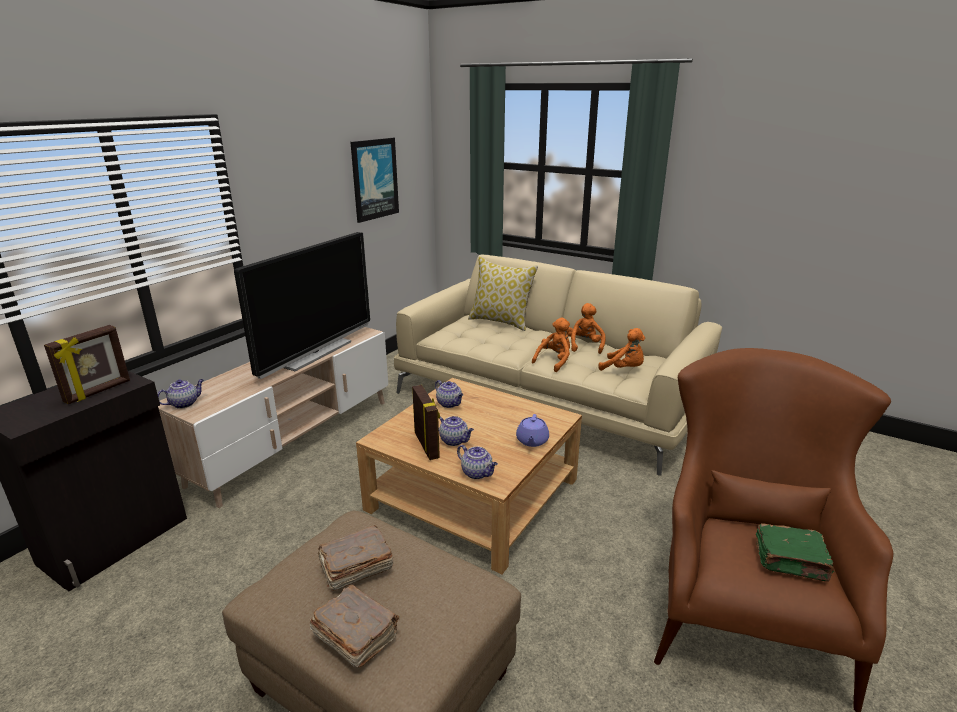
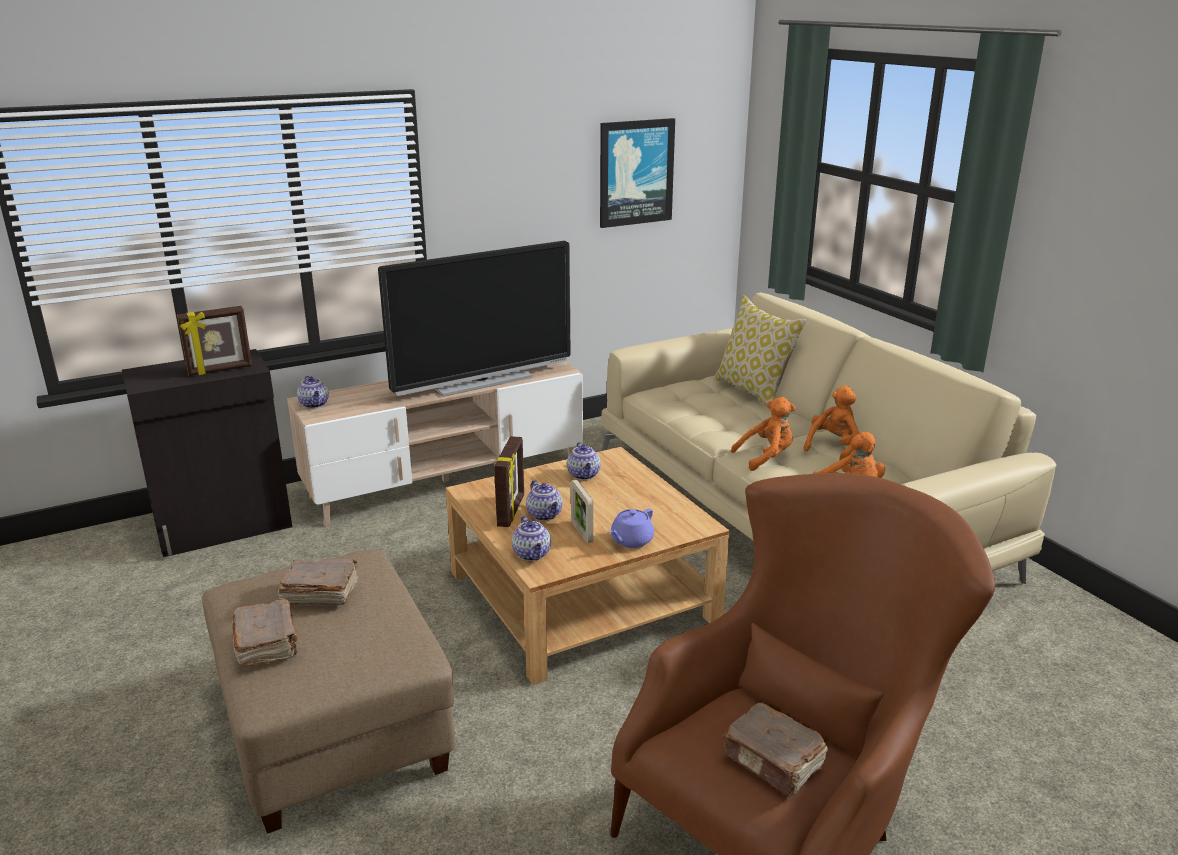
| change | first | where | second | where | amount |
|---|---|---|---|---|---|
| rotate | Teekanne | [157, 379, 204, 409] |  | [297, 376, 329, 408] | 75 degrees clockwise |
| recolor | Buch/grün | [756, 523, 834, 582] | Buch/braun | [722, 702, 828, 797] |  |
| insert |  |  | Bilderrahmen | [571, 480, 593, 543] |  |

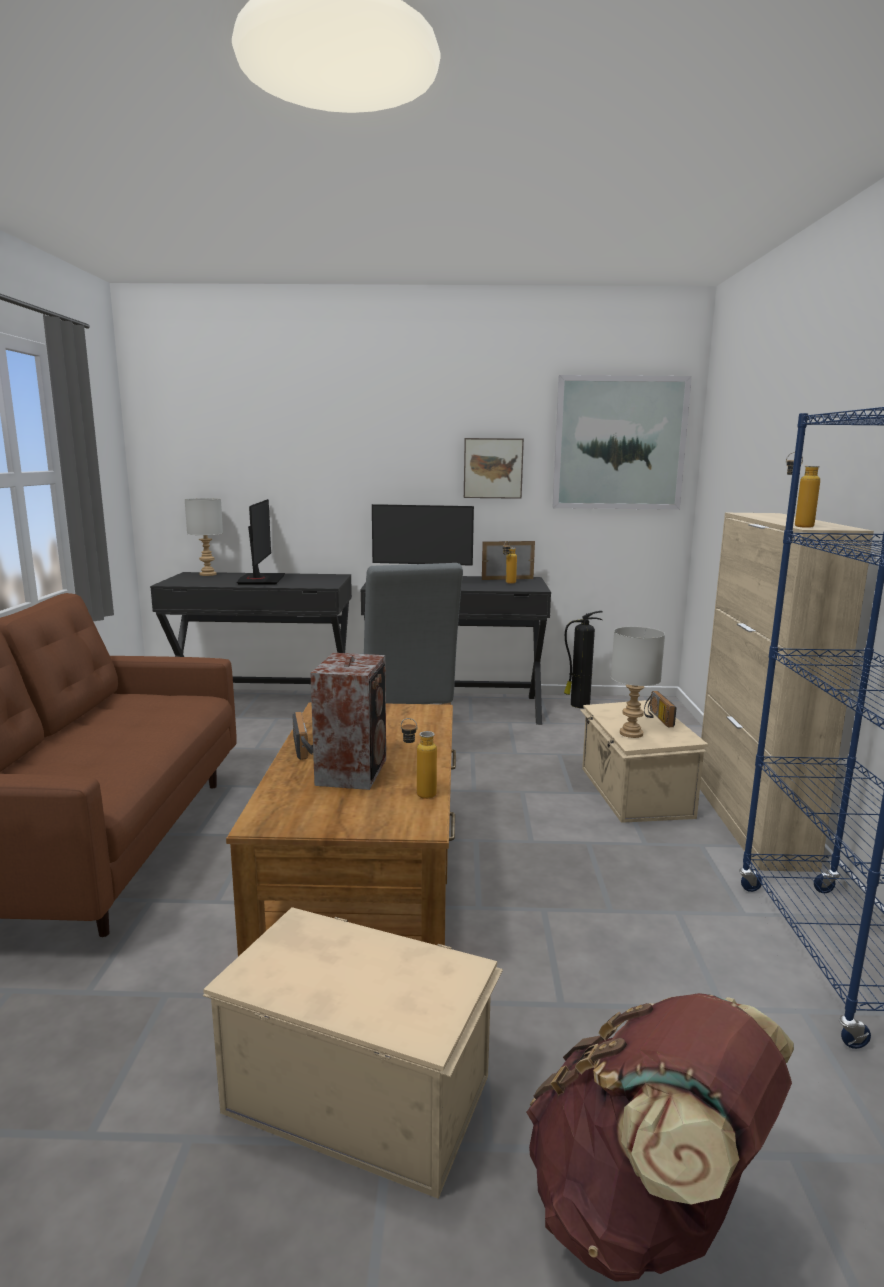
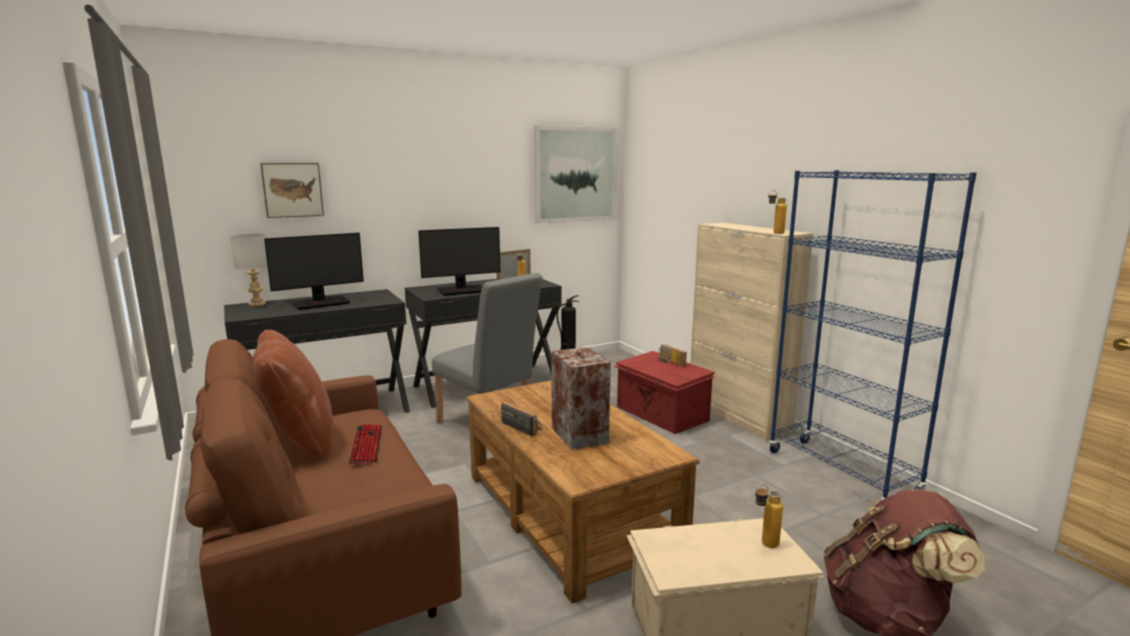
| change | first | where | second | where | amount |
|---|---|---|---|---|---|
| rotate | Monitor | [237, 499, 285, 584] |  | [264, 233, 364, 310] | 90 degrees clockwise |
| move | Flasche | [401, 718, 437, 799] |  | [755, 484, 783, 548] |  |
| move | Bild | [464, 438, 524, 499] |  | [260, 163, 324, 218] |  |
| recolor | Aufbewahrungsbox/beige | [580, 700, 708, 823] | Aufbewahrungsbox/rot | [614, 351, 715, 434] |  |
| delete | Tischlampe/grau | [611, 626, 665, 738] |  |  |  |
| insert |  |  | Kissen/braun | [252, 330, 333, 459] |  |
| insert |  |  | Tastatur | [349, 424, 382, 464] |  |

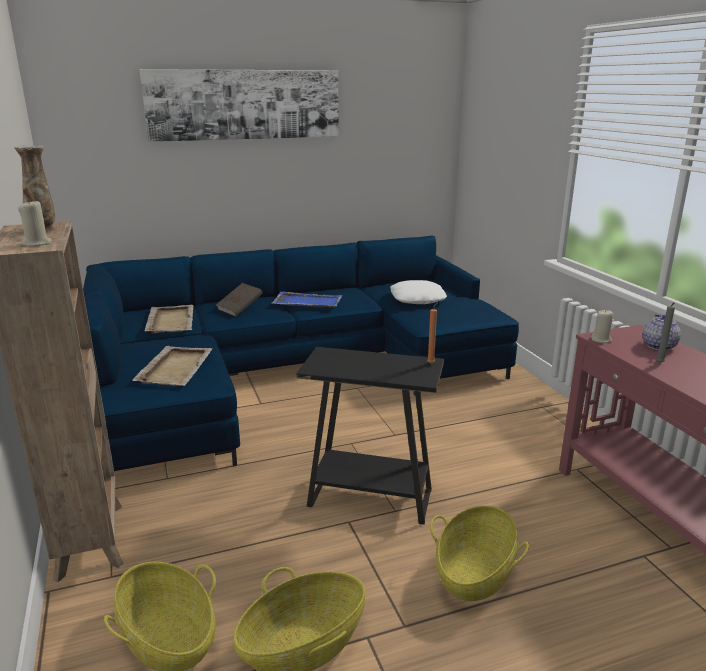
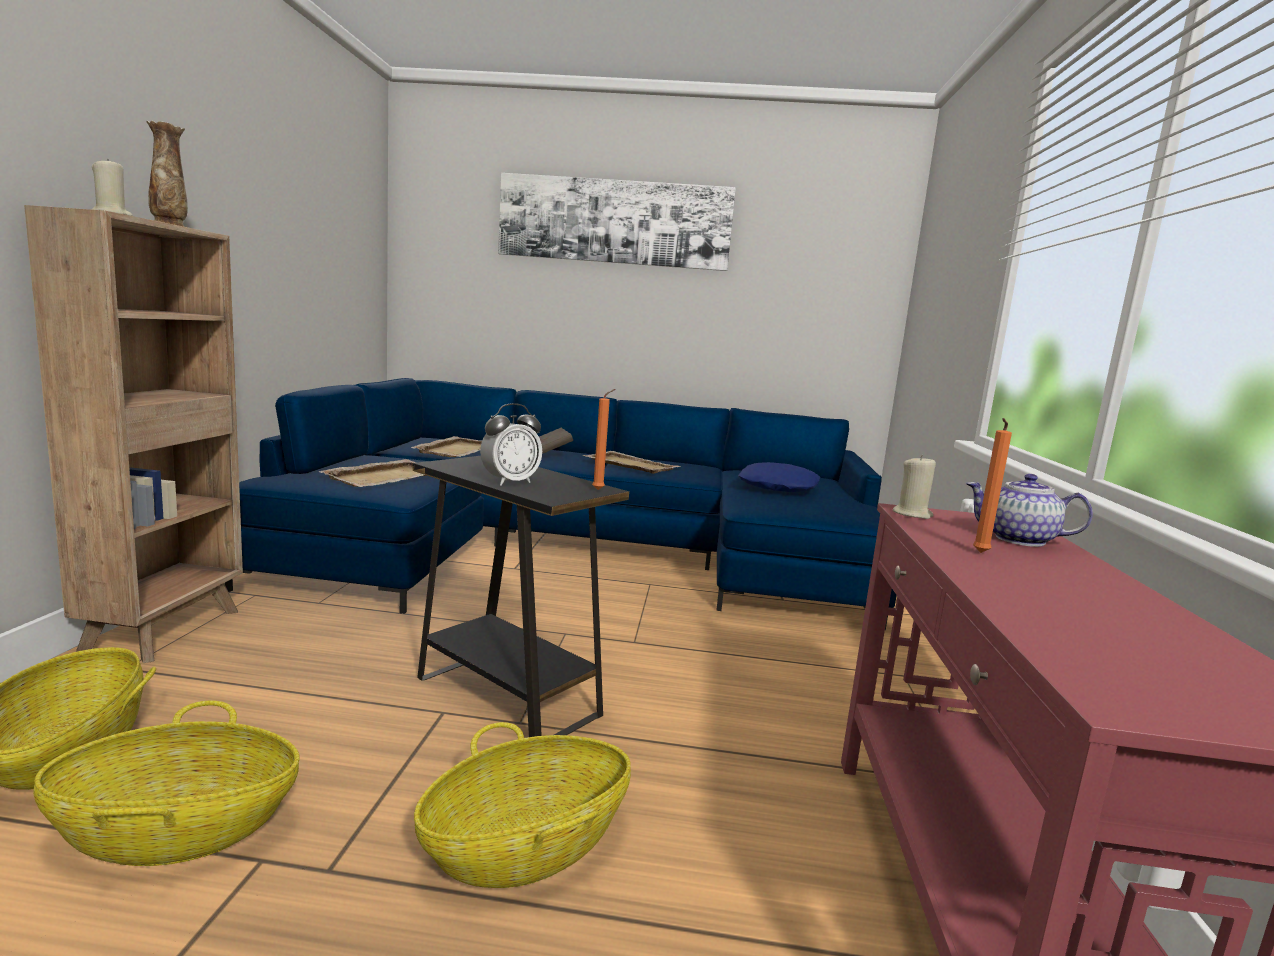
| change | first | where | second | where | amount |
|---|---|---|---|---|---|
| recolor | Tablett/blau | [272, 291, 343, 308] | Tablett/beige | [582, 451, 681, 474] |  |
| recolor | Kissen/weiß | [390, 280, 447, 304] | Kissen/blau | [738, 462, 820, 492] |  |
| rotate | Teekanne | [642, 314, 681, 351] |  | [966, 474, 1093, 547] | 105 degrees counterclockwise |
| recolor | Kerze/grau | [656, 302, 675, 363] | Kerze/orange | [973, 418, 1012, 553] |  |
| insert |  |  | Wecker | [480, 403, 542, 486] |  |

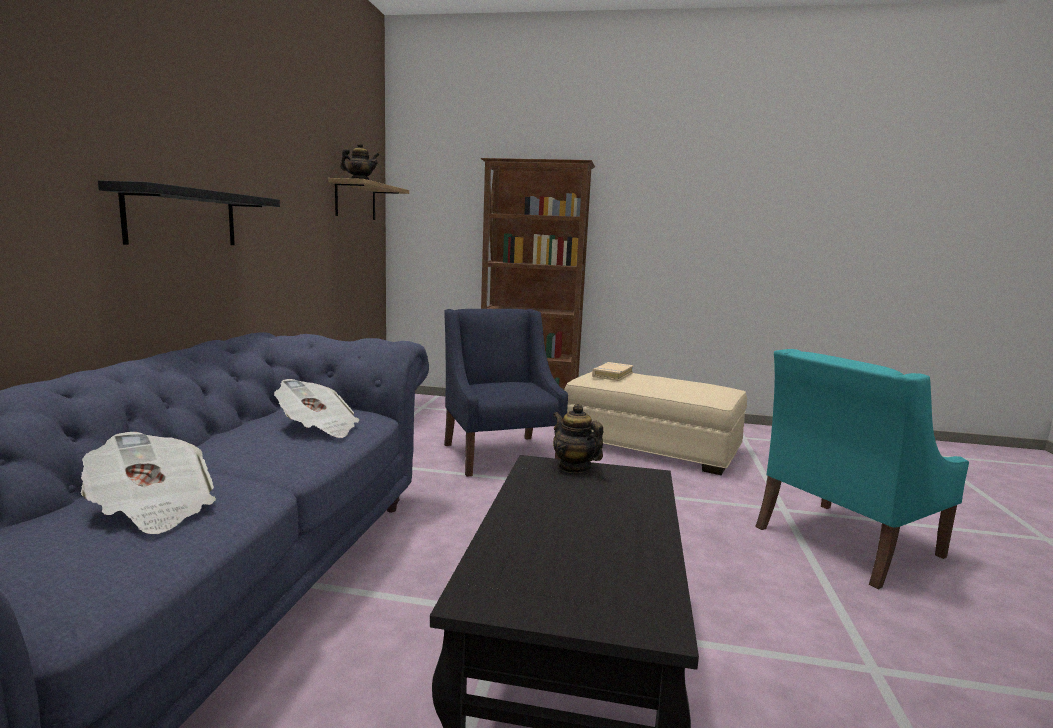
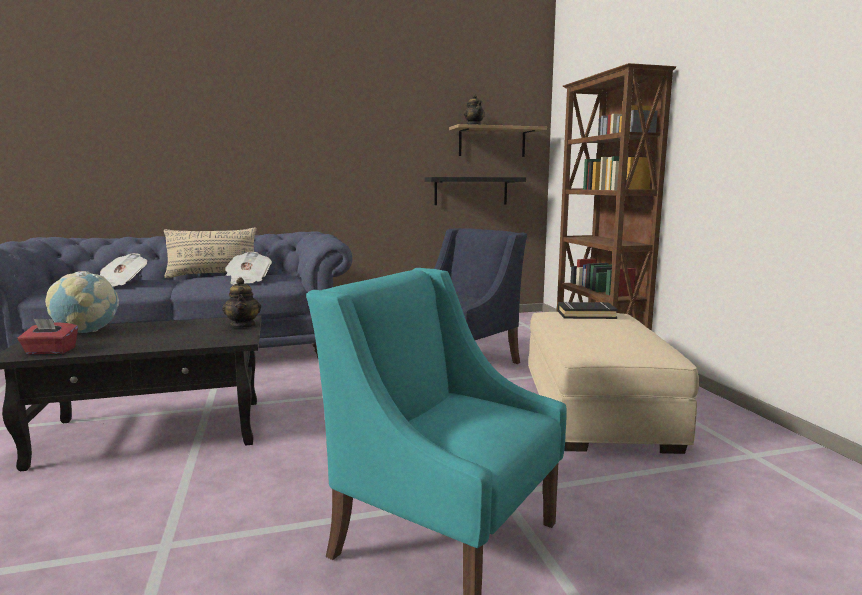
| change | first | where | second | where | amount |
|---|---|---|---|---|---|
| move | Wandregal/schwarz | [98, 180, 280, 245] |  | [425, 177, 526, 205] |  |
| rotate | Teekanne | [553, 403, 603, 473] |  | [222, 277, 261, 328] | 135 degrees clockwise |
| recolor | Buch/beige | [592, 362, 633, 381] | Buch/schwarz | [558, 301, 618, 319] |  |
| insert |  |  | Taschentuchbox/rot | [18, 319, 78, 354] |  |
| insert |  |  | Globus | [45, 271, 119, 333] |  |
| insert |  |  | Kissen/beige | [164, 228, 257, 278] |  |

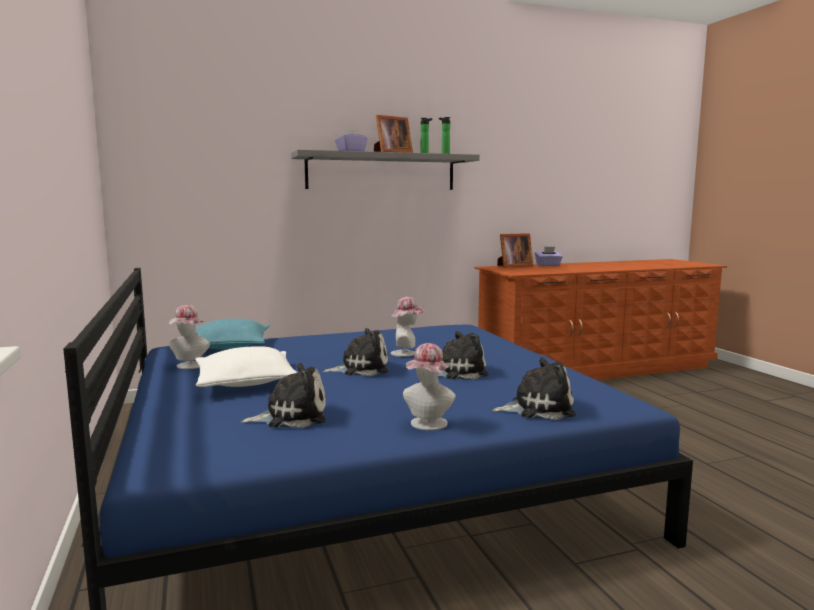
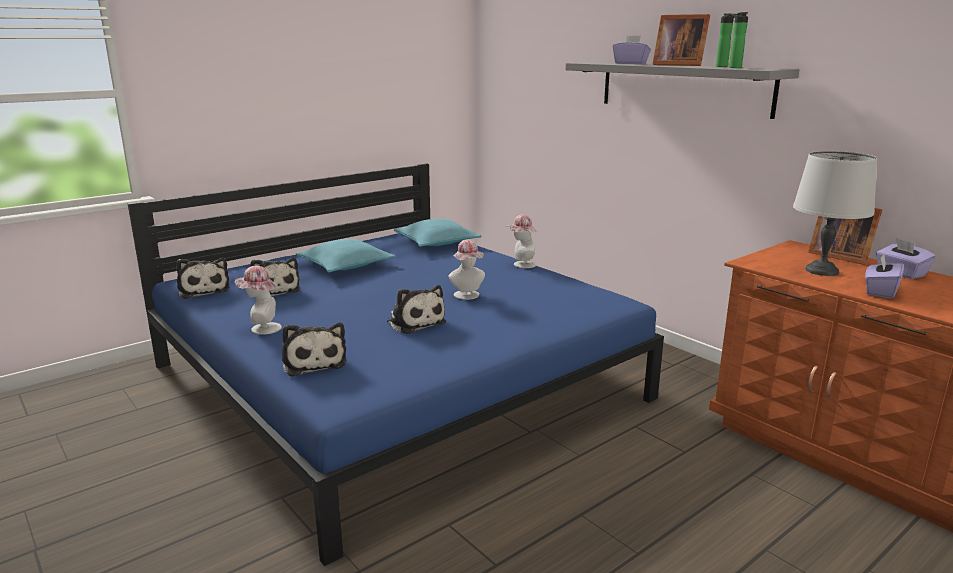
| change | first | where | second | where | amount |
|---|---|---|---|---|---|
| move | Hut | [169, 305, 210, 369] |  | [507, 215, 537, 268] |  |
| recolor | Kissen/weiß | [195, 346, 297, 387] | Kissen/türkis | [296, 239, 396, 272] |  |
| move | Plüschtier | [322, 328, 388, 376] |  | [176, 258, 230, 299] |  |
| insert |  |  | Tischlampe/grau | [793, 151, 877, 276] |  |
| insert |  |  | Taschentuchbox/lila | [865, 253, 904, 299] |  |

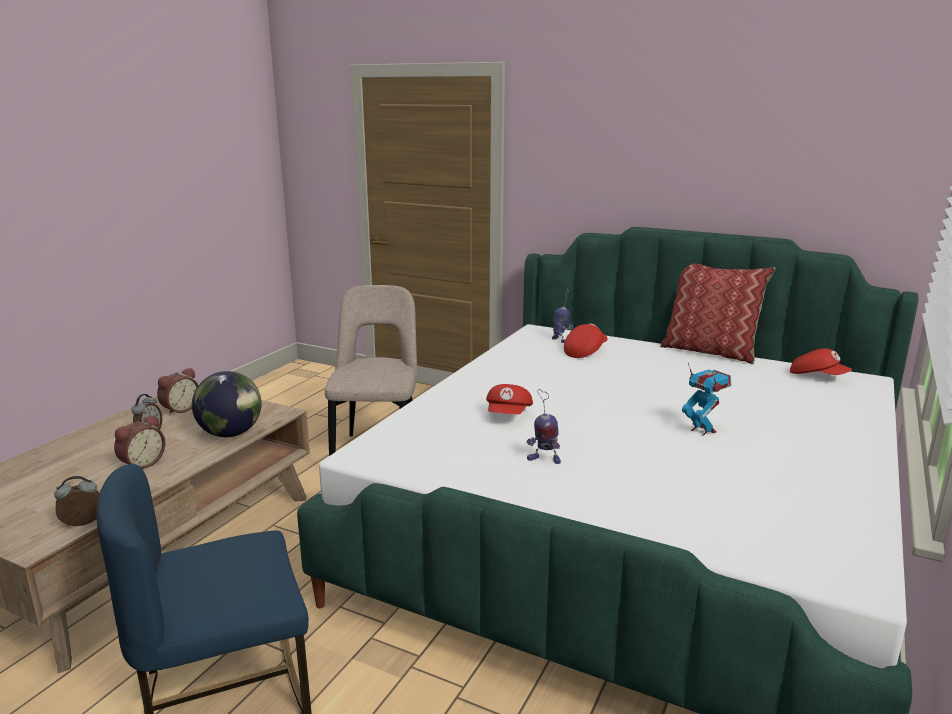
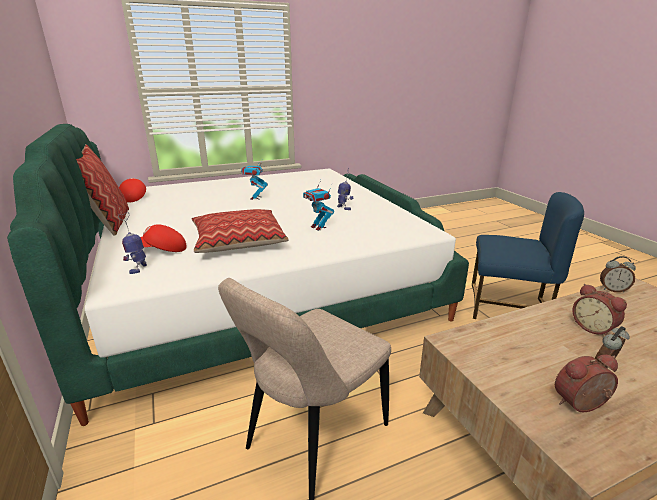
| change | first | where | second | where | amount |
|---|---|---|---|---|---|
| rotate | Wecker | [114, 415, 165, 469] |  | [572, 284, 627, 336] | 105 degrees counterclockwise |
| delete | Globus | [192, 371, 261, 437] |  |  |  |
| replace | Kappe/rot | [486, 384, 533, 414] | Spielzeugroboter | [303, 180, 334, 231] |  |
| insert |  |  | Kissen | [192, 209, 289, 253] |  |

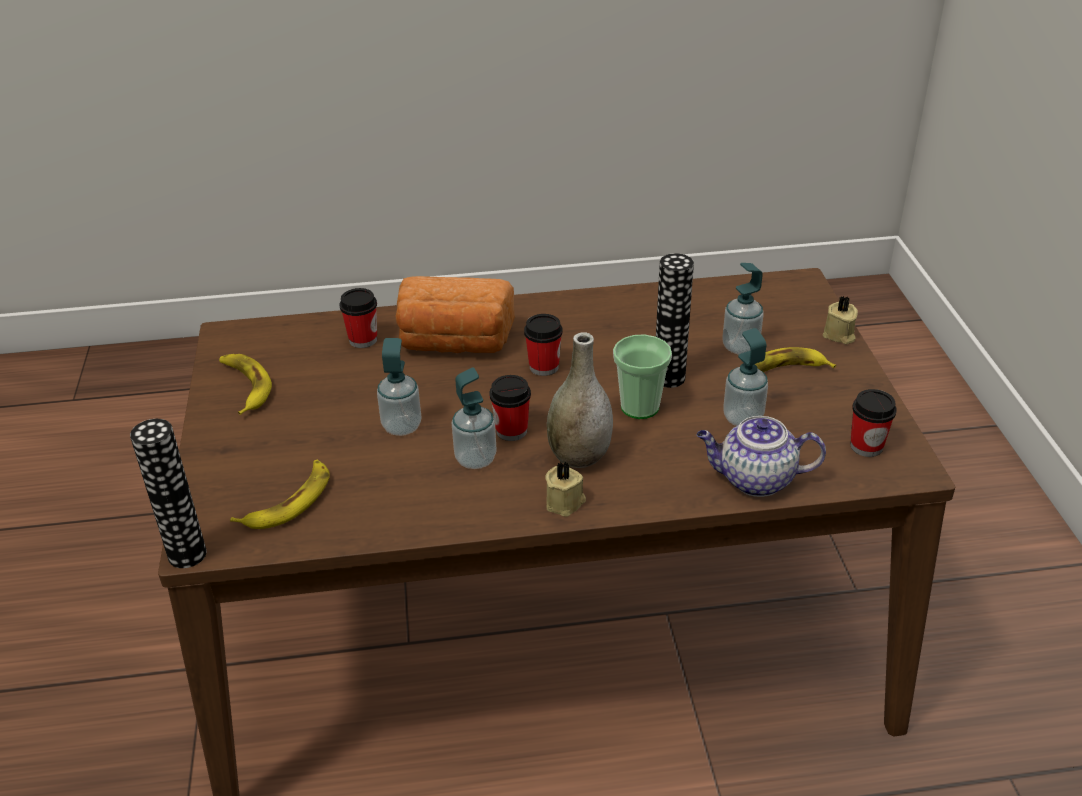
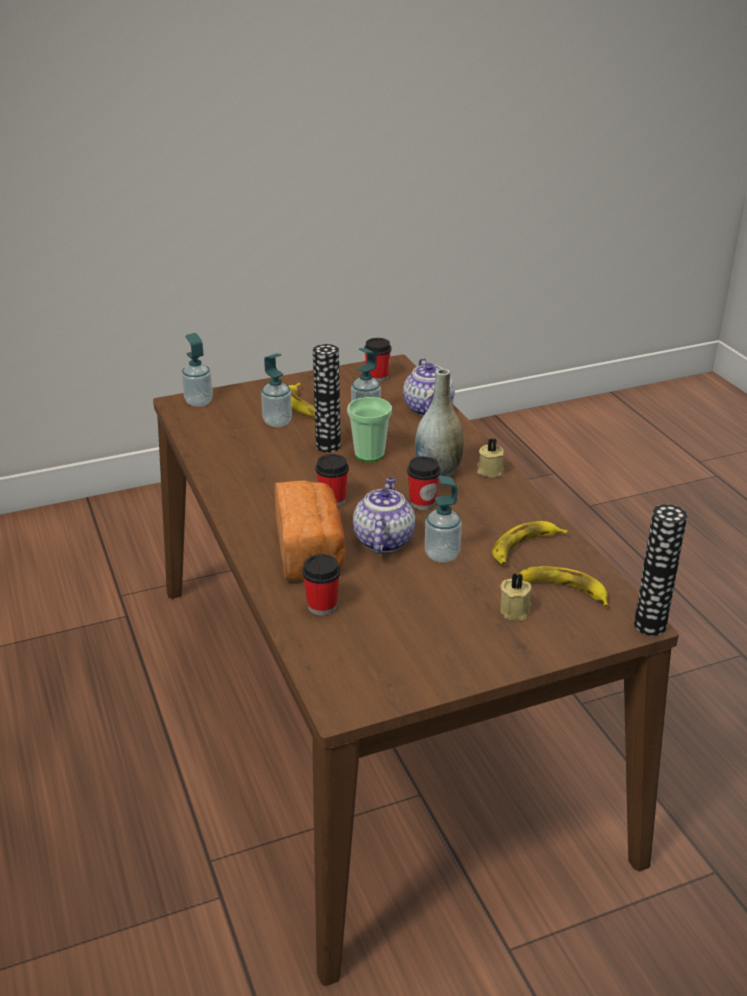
| change | first | where | second | where | amount |
|---|---|---|---|---|---|
| move | Banane | [219, 354, 272, 415] |  | [492, 521, 568, 565] |  |
| move | Seifenspender | [452, 368, 497, 469] |  | [182, 333, 213, 407] |  |
| move | Kerze/beige | [823, 296, 858, 344] |  | [500, 573, 532, 620] |  |
| insert |  |  | Teekanne | [353, 477, 415, 554] |  |

